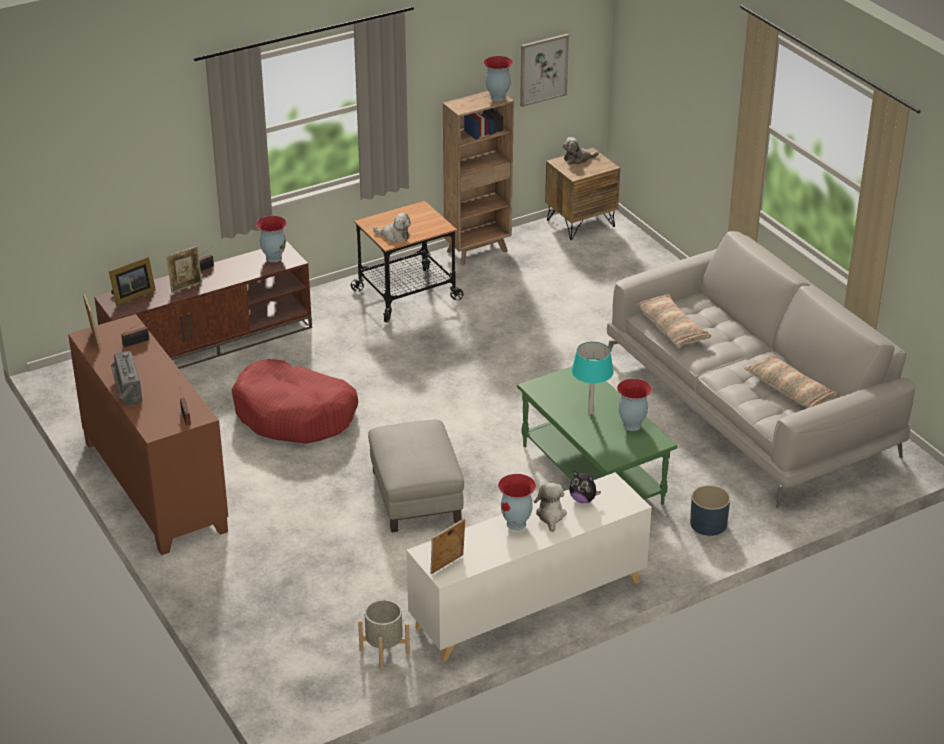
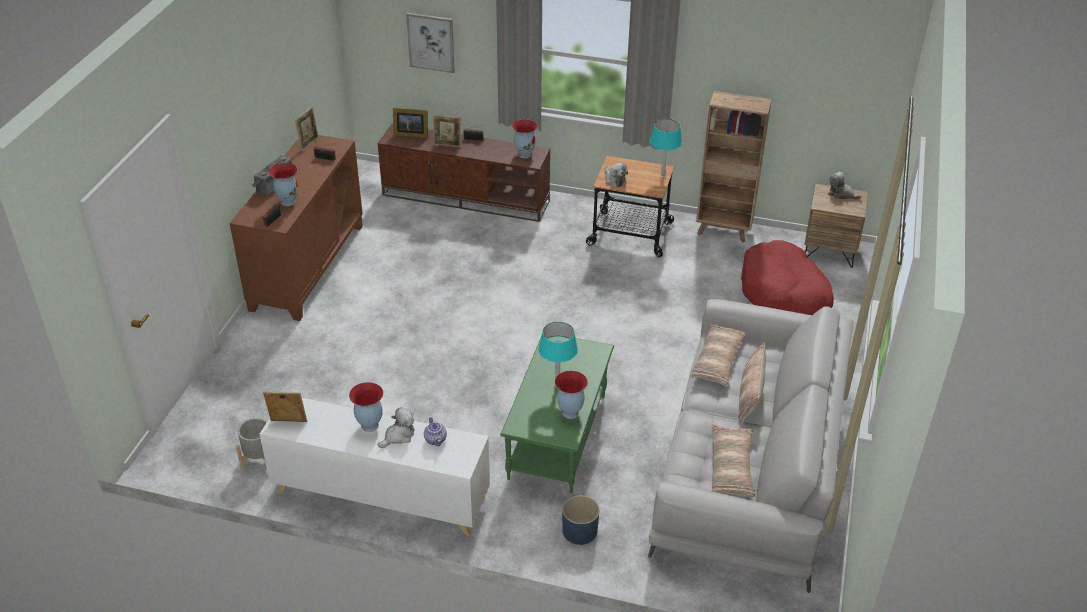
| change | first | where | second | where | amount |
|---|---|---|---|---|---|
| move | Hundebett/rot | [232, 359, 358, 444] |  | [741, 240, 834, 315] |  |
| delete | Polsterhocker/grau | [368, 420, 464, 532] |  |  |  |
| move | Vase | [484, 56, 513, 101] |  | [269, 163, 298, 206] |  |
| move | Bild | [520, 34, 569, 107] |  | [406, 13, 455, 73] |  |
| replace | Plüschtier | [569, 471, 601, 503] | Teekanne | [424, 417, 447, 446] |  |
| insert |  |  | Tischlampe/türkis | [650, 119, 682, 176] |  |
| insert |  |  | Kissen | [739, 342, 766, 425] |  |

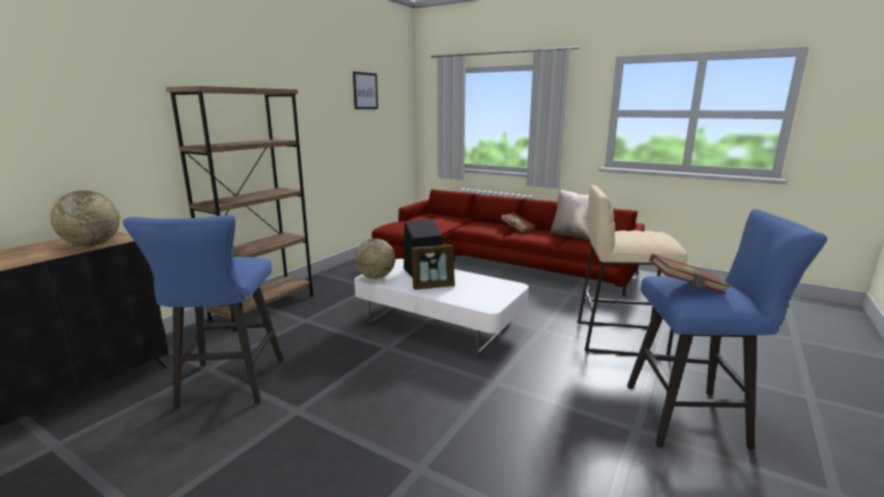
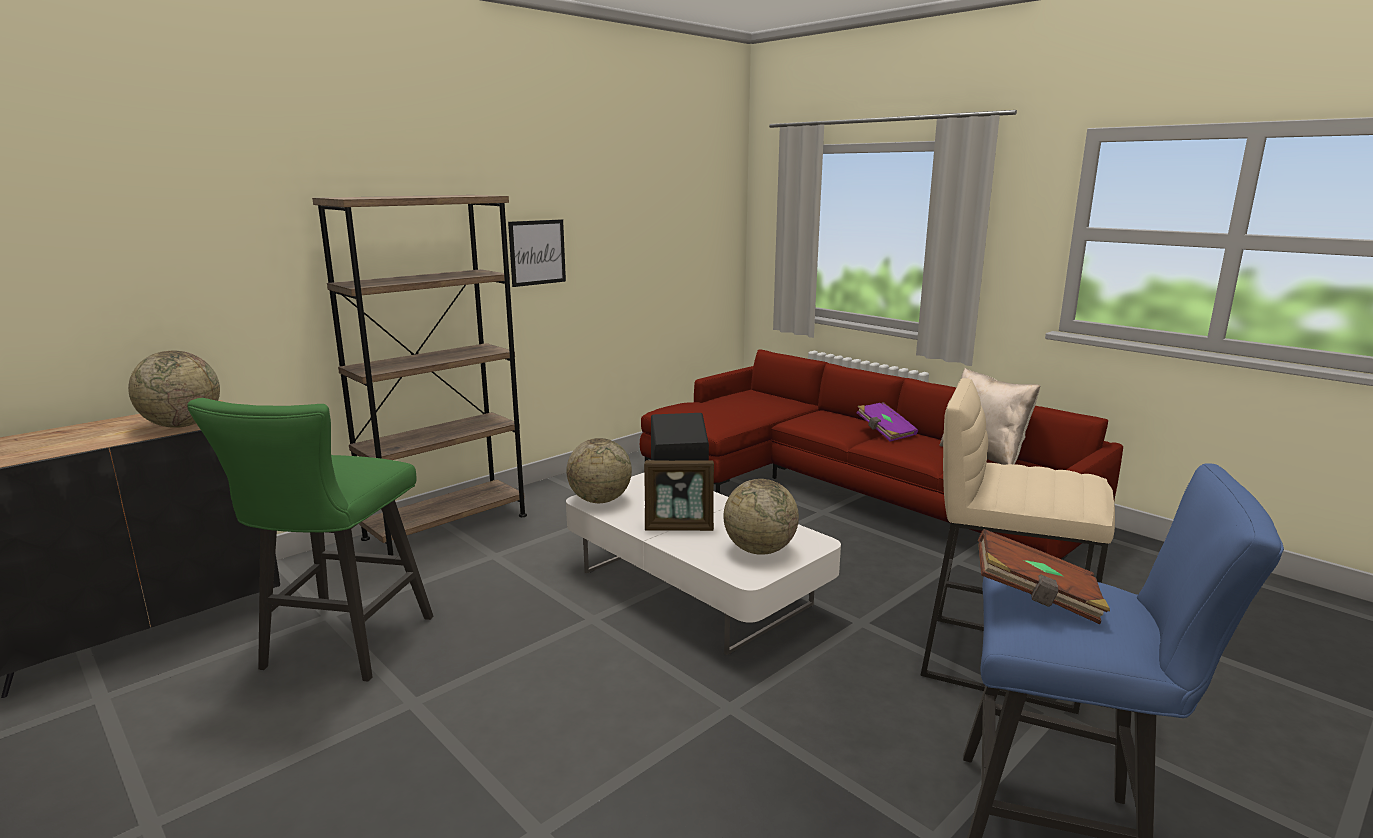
| change | first | where | second | where | amount |
|---|---|---|---|---|---|
| recolor | Hocker/blau | [123, 215, 284, 408] | Hocker/grün | [187, 398, 433, 681] |  |
| move | Bild | [353, 72, 378, 109] |  | [508, 219, 566, 287] |  |
| recolor | Buch/braun | [500, 213, 536, 233] | Buch/lila | [857, 402, 918, 441] |  |
| insert |  |  | Globus | [723, 479, 799, 555] |  |

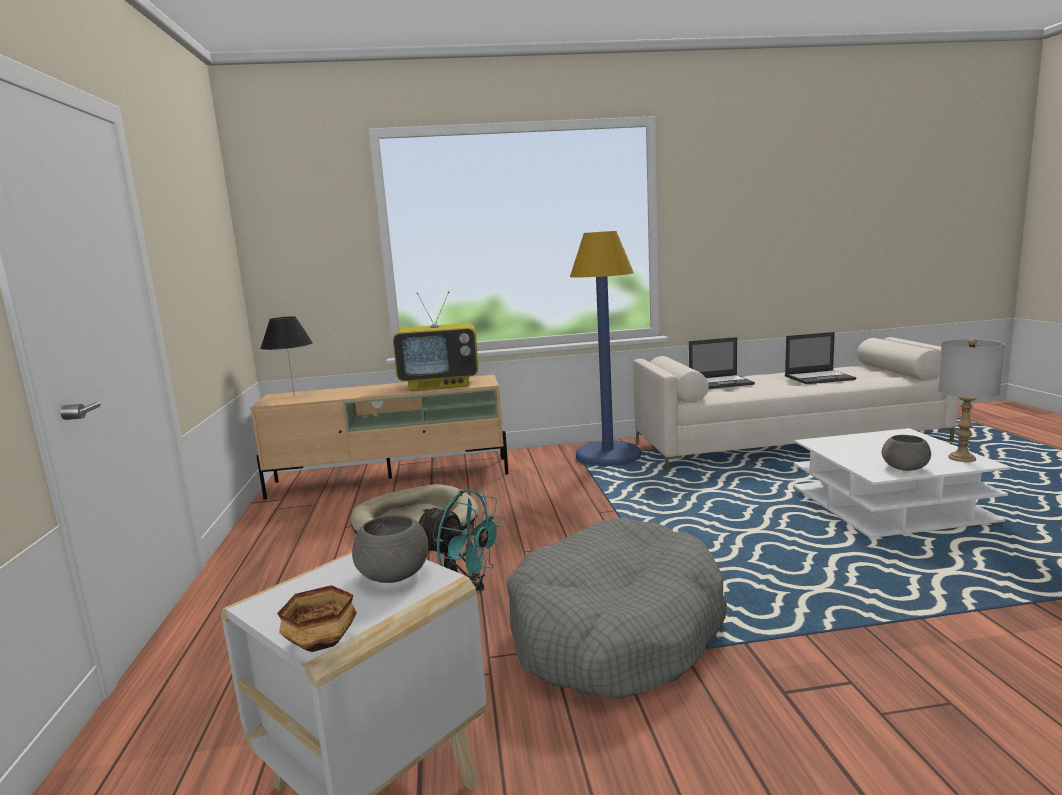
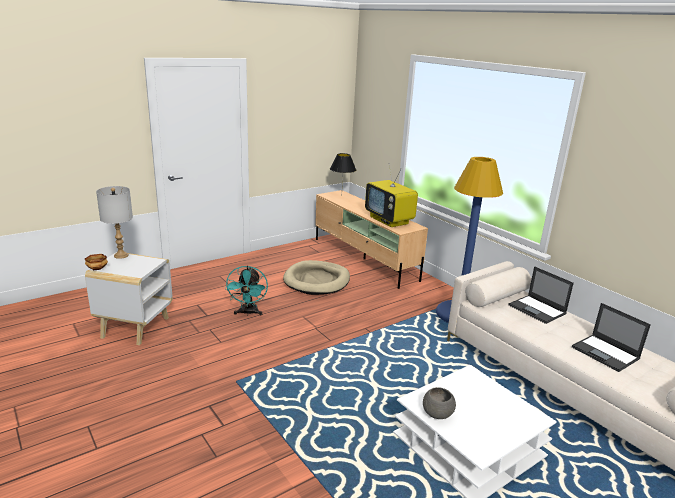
| change | first | where | second | where | amount |
|---|---|---|---|---|---|
| delete | Schüssel/grau | [352, 515, 428, 583] |  |  |  |
| delete | Hundebett/grau | [507, 517, 727, 699] |  |  |  |
| move | Tischlampe/grau | [938, 338, 1005, 462] |  | [96, 186, 133, 259] |  |

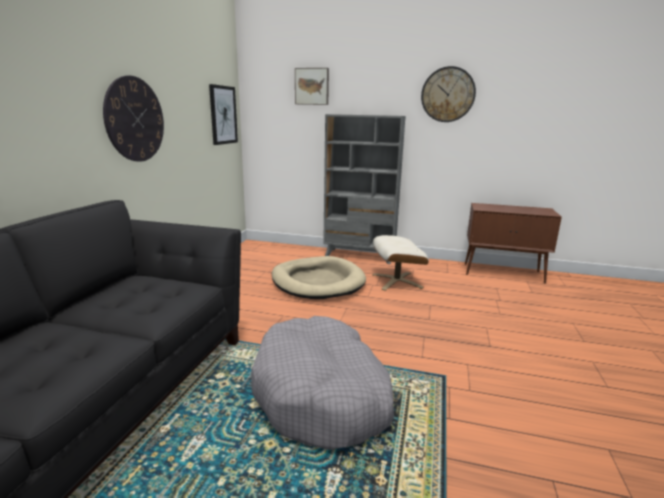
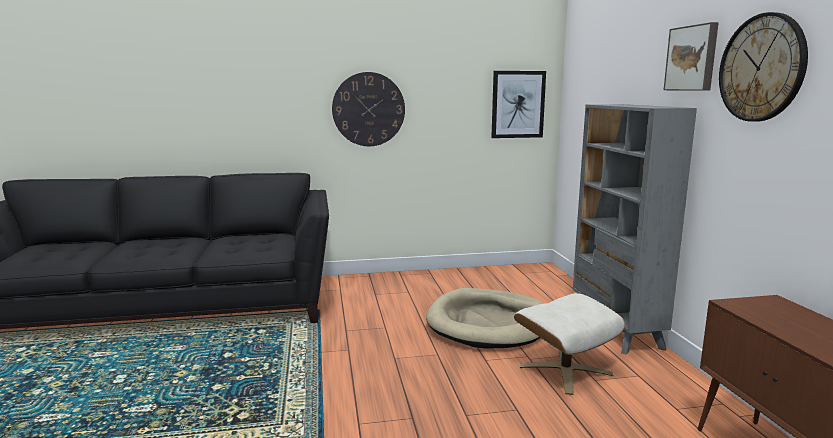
| change | first | where | second | where | amount |
|---|---|---|---|---|---|
| delete | Hundebett/grau | [251, 316, 394, 450] |  |  |  |
| move | Bild | [295, 68, 329, 105] |  | [664, 22, 719, 91] |  |

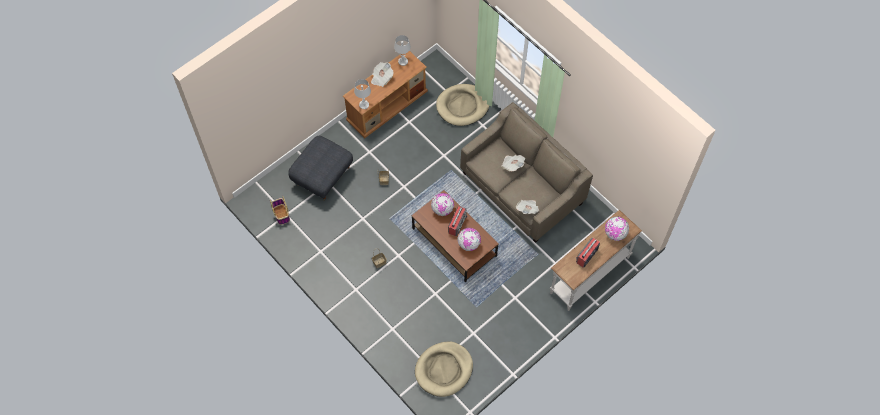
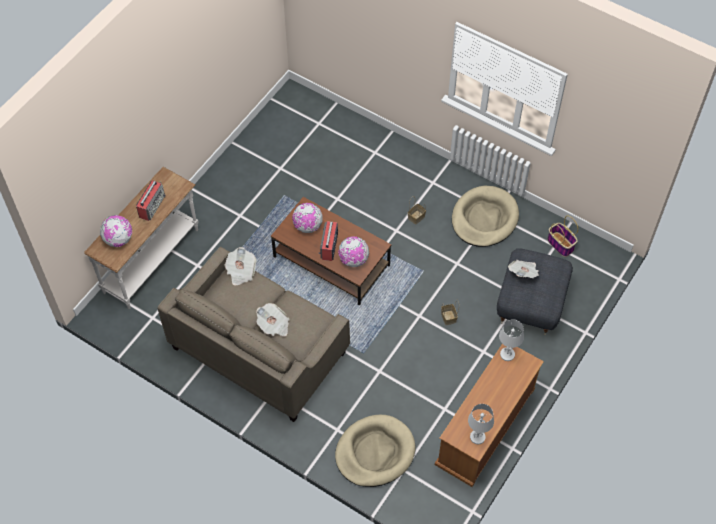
| change | first | where | second | where | amount |
|---|---|---|---|---|---|
| move | Zeitung | [371, 62, 394, 87] |  | [508, 260, 539, 278] |  |
| move | Hundebett/beige | [415, 341, 473, 397] |  | [452, 185, 519, 247] |  |

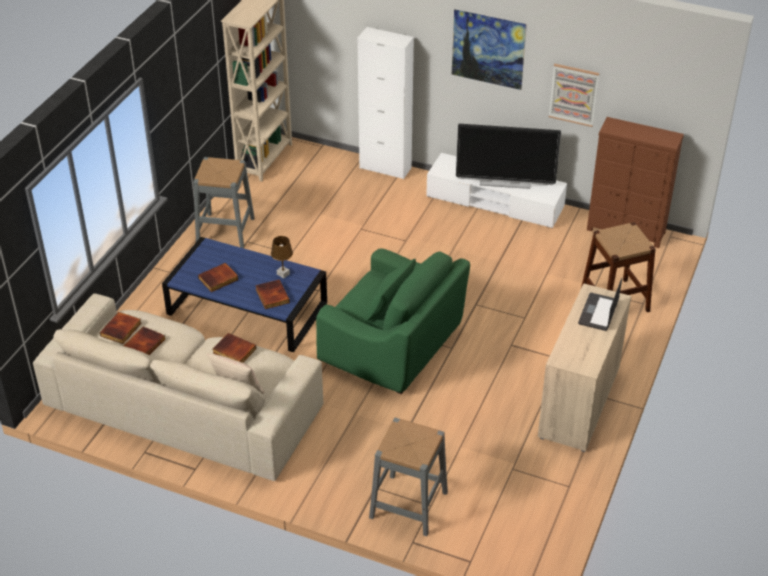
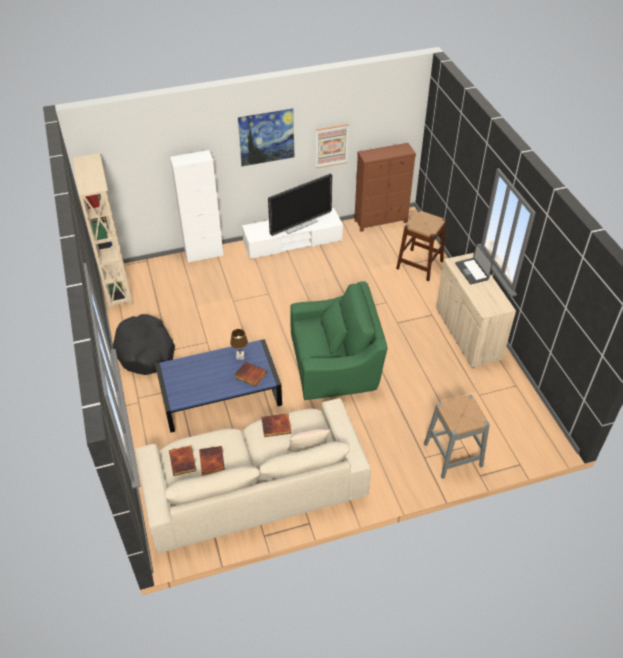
| change | first | where | second | where | amount |
|---|---|---|---|---|---|
| replace | Hocker/grau | [193, 157, 255, 248] | Hundebett/schwarz | [113, 314, 175, 375] |  |
| delete | Buch | [198, 263, 239, 292] |  |  |  |

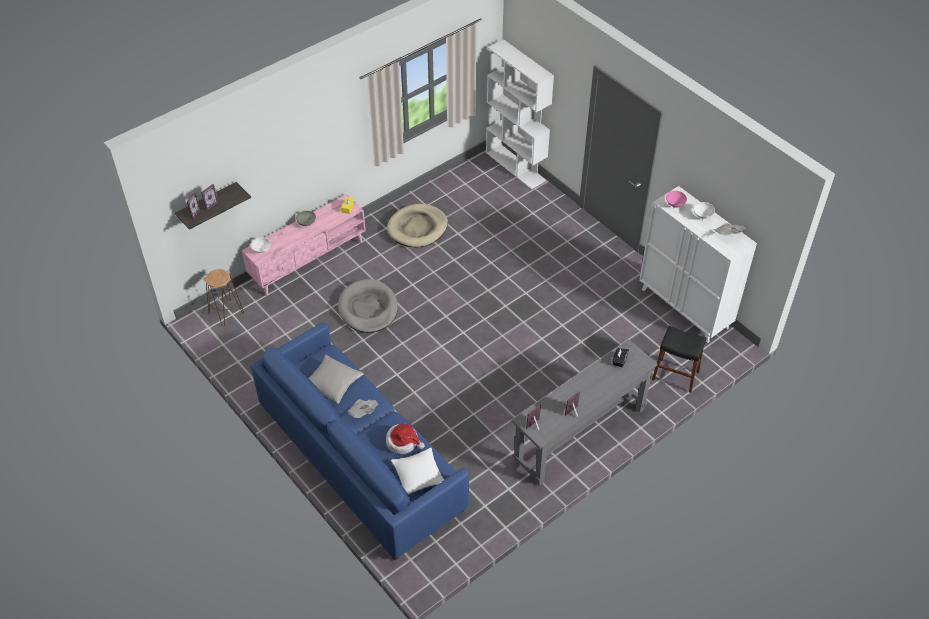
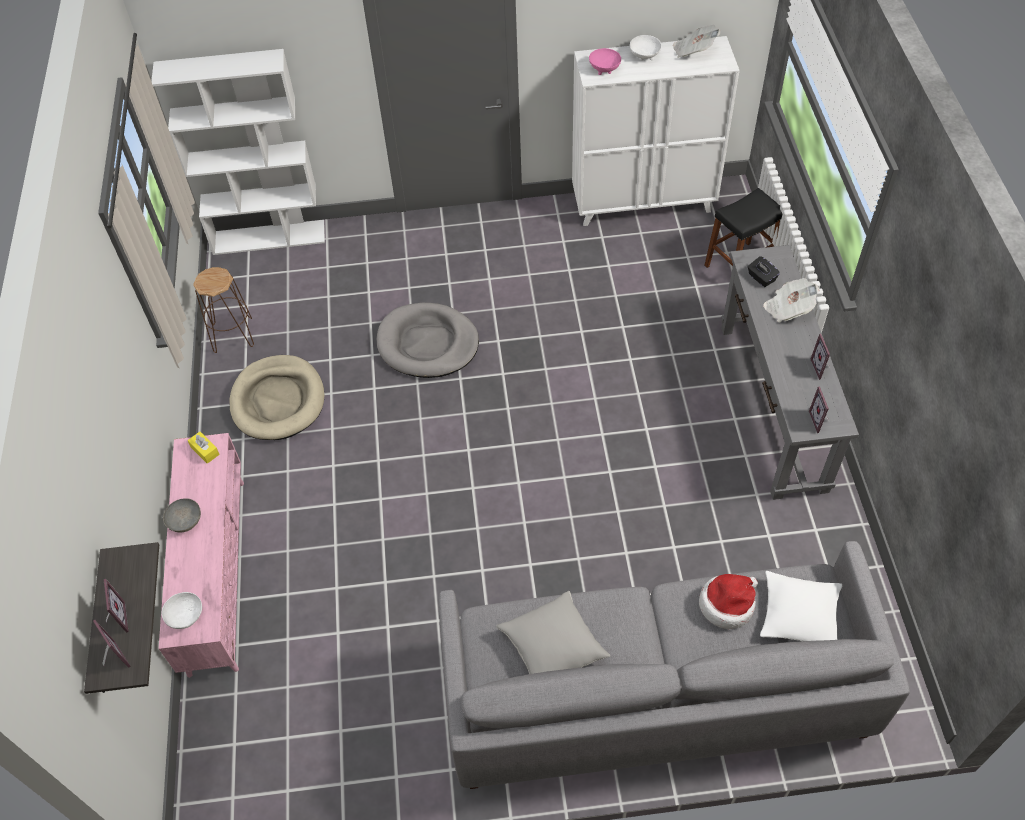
| change | first | where | second | where | amount |
|---|---|---|---|---|---|
| move | Hocker/braun | [205, 269, 244, 327] |  | [193, 267, 254, 353] |  |
| recolor | Sofa/blau | [251, 322, 469, 560] | Sofa/grau | [438, 541, 910, 789] |  |
| move | Hundebett/grau | [338, 279, 398, 333] |  | [377, 303, 479, 378] |  |
| move | Zeitung | [347, 399, 378, 418] |  | [763, 278, 819, 322] |  |

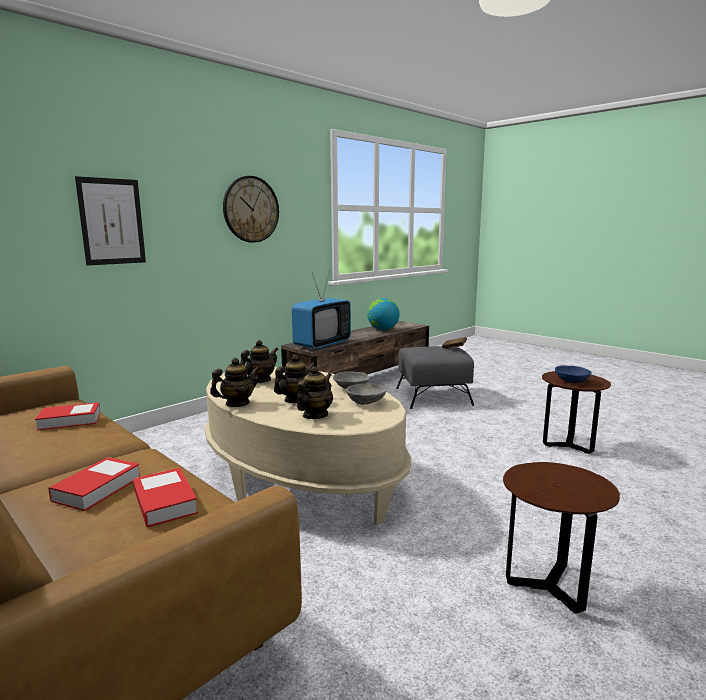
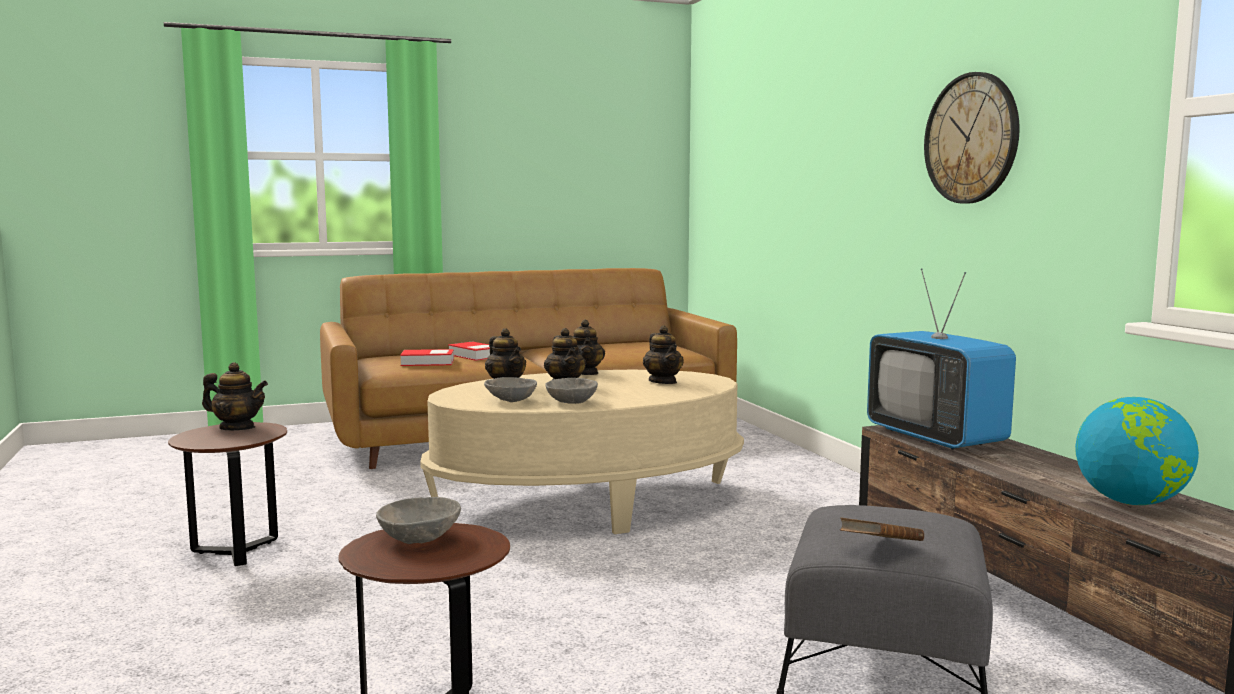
| change | first | where | second | where | amount |
|---|---|---|---|---|---|
| delete | Buch | [35, 402, 100, 430] |  |  |  |
| delete | Bild | [75, 176, 146, 266] |  |  |  |
| recolor | Schüssel/blau | [555, 365, 592, 383] | Schüssel/grau | [376, 497, 461, 544] |  |
| insert |  |  | Teekanne | [202, 362, 268, 430] |  |

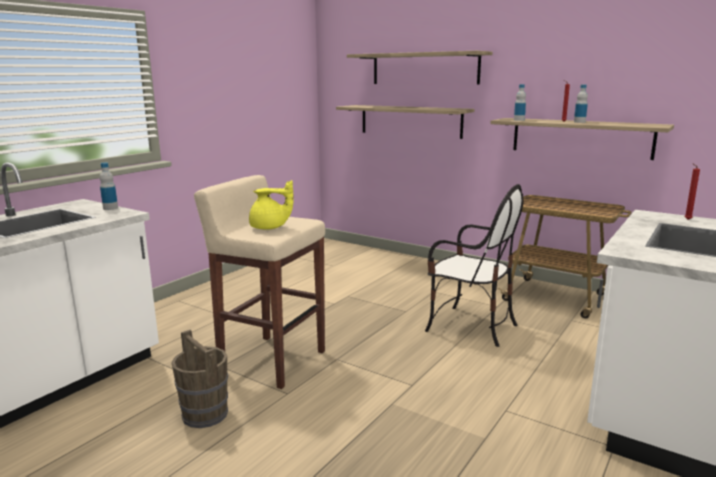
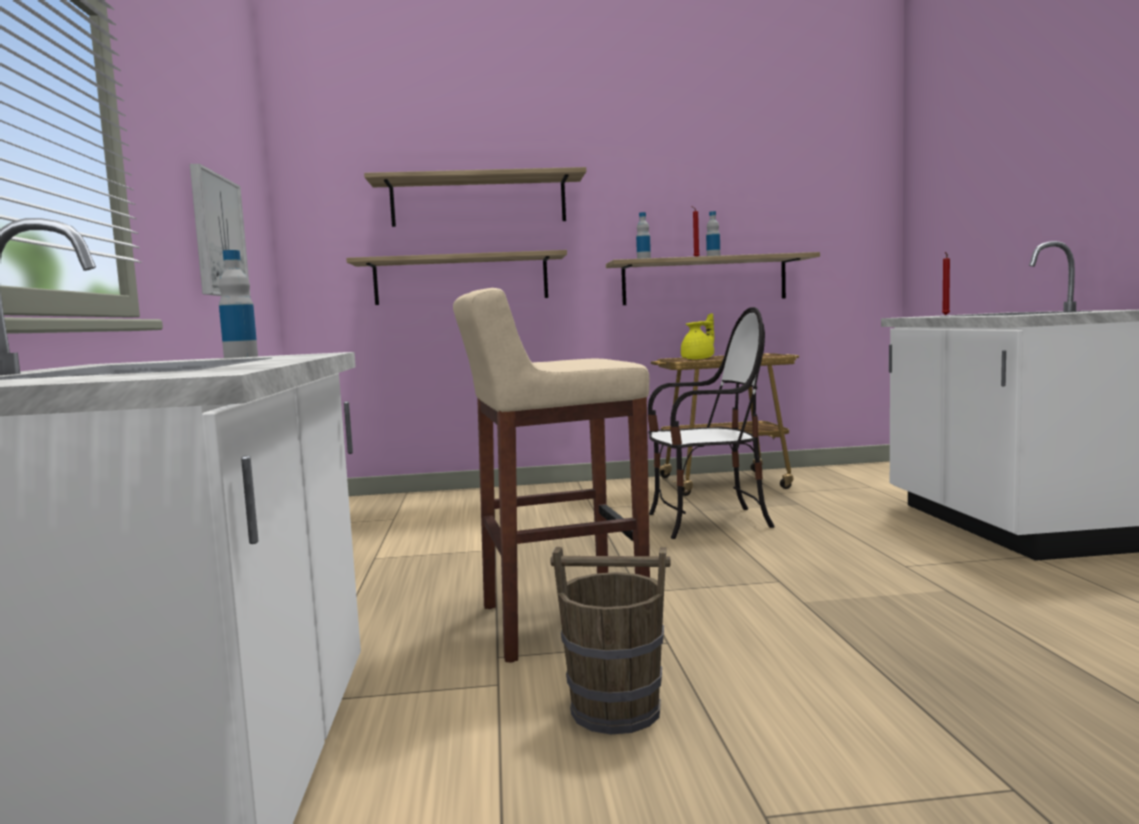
| change | first | where | second | where | amount |
|---|---|---|---|---|---|
| move | Teekanne/gelb | [249, 180, 294, 230] |  | [681, 313, 714, 359] |  |
| insert |  |  | Bild | [190, 164, 251, 298] |  |

